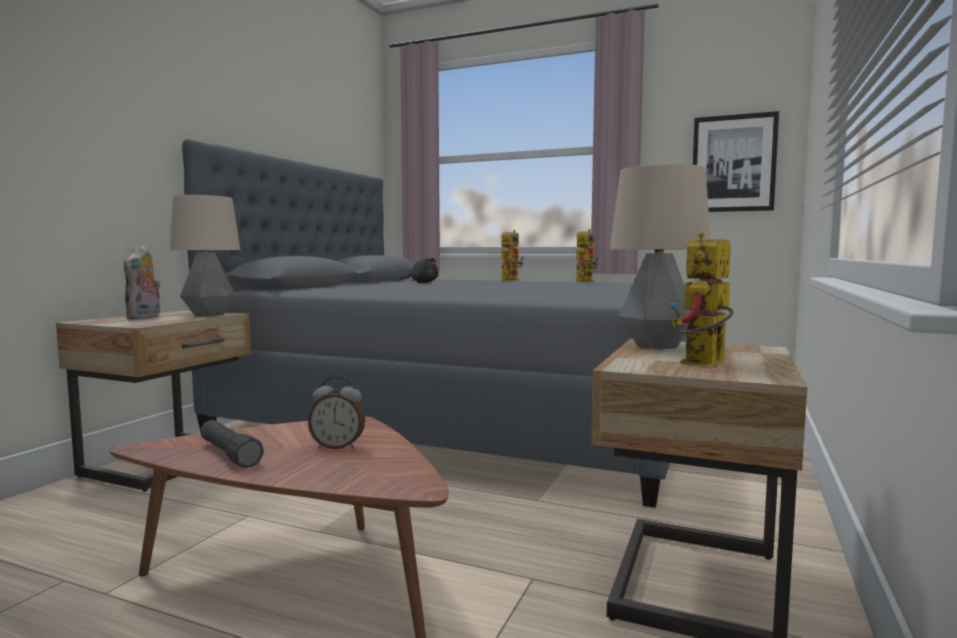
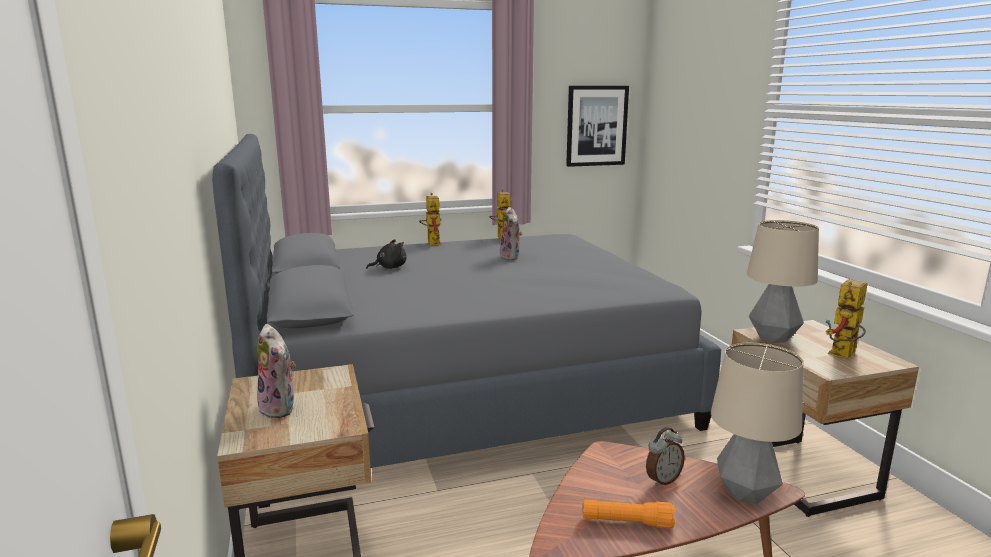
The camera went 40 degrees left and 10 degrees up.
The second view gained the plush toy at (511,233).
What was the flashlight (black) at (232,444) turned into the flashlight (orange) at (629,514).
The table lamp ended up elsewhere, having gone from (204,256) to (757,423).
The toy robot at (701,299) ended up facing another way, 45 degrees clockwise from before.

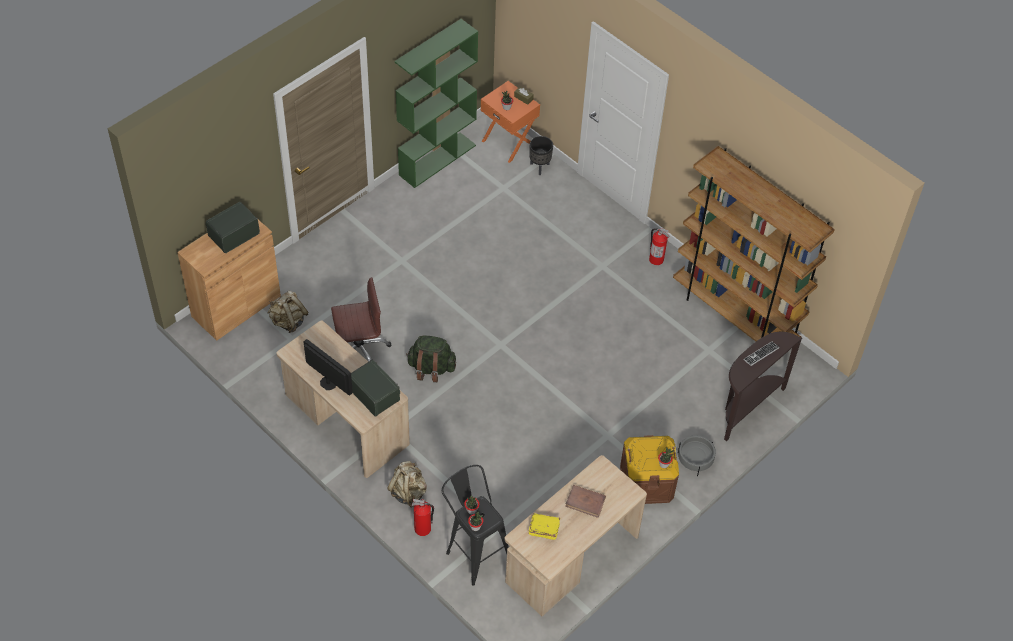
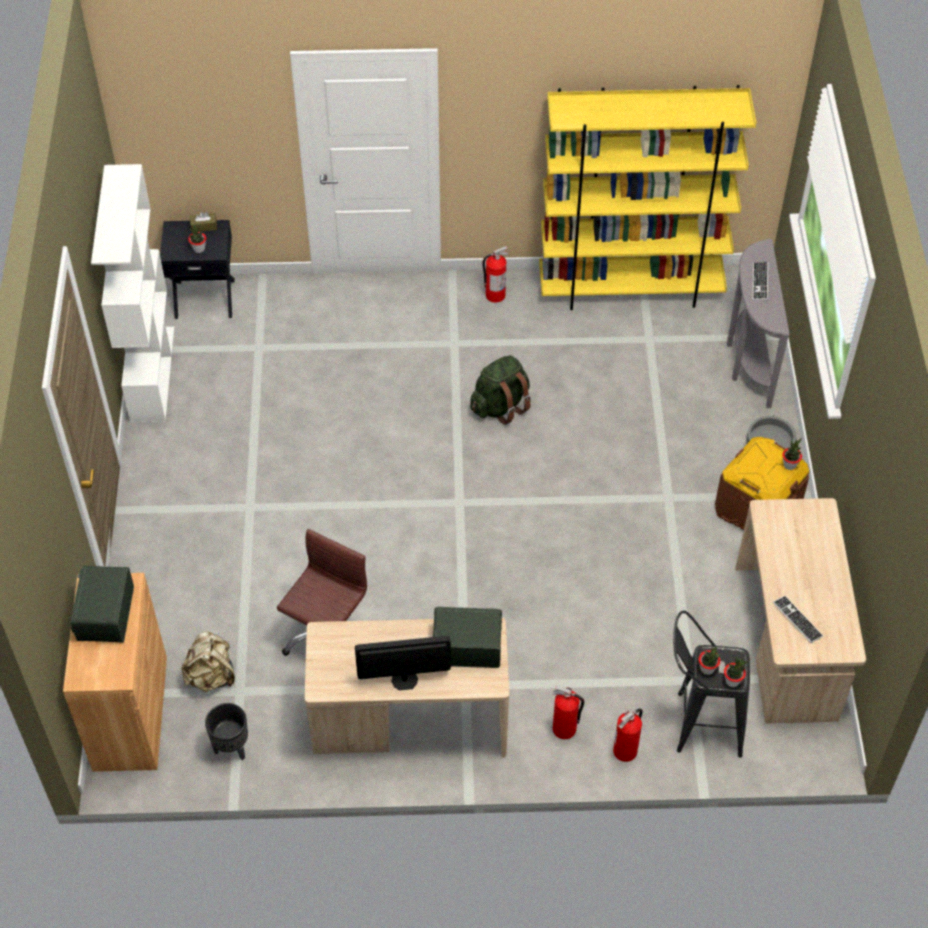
The camera went 45 degrees left and 0 degrees up.
What was the bookcase (green) at (436,103) turned into the bookcase (white) at (132,293).
What was the nightstand (orange) at (510,122) turned into the nightstand (black) at (197,269).
The planter (black) ended up elsewhere, having gone from (541,155) to (226,731).
The backpack (green) ended up elsewhere, having gone from (431,359) to (500,390).
What was the bookcase (brown) at (754,243) turned into the bookcase (yellow) at (647,197).
Where the backpack (beige) stood at (407,484), the fire extinguisher came to stand at (568,712).
What was the console table (brown) at (763,386) turned into the console table (grey) at (758,323).
Where the book (yellow) stood at (544,526), the keyboard came to stand at (798,619).
The second view lost the book (brown) at (585,501).

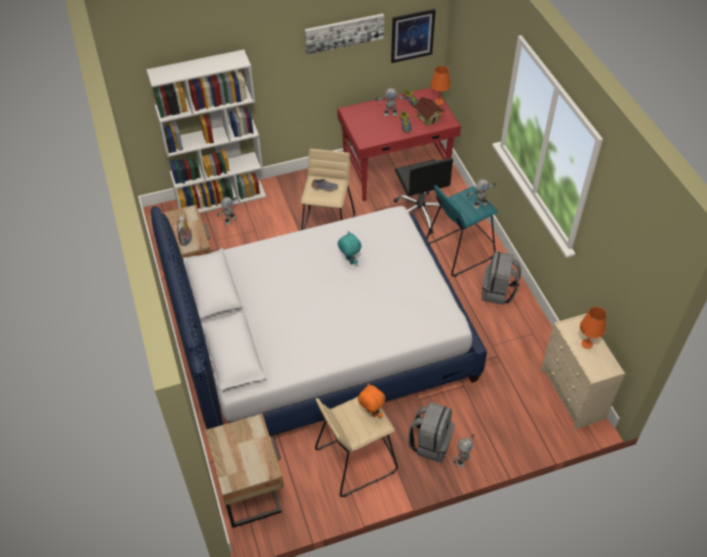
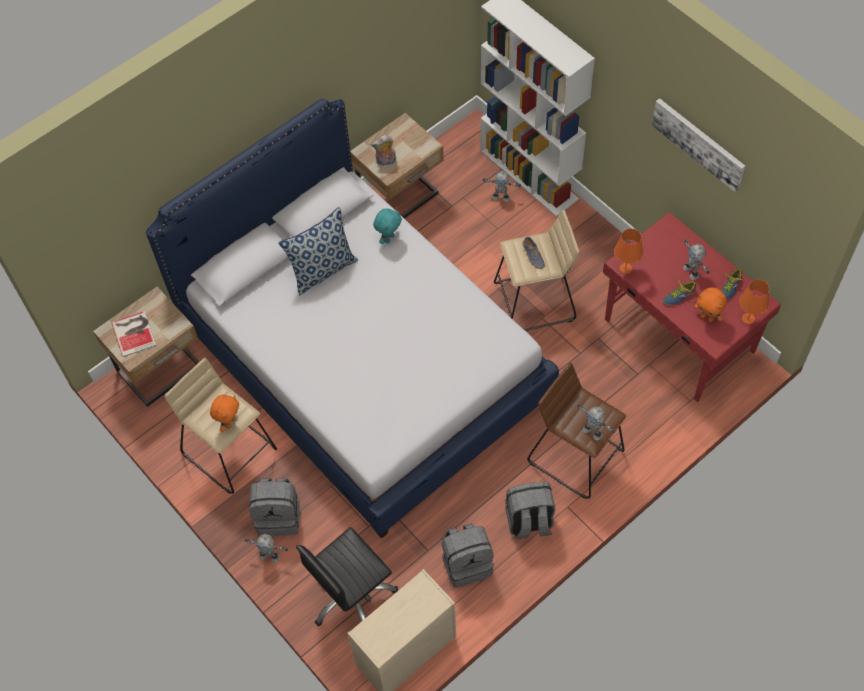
The camera went 70 degrees right and 10 degrees up.
The second view gained the book at (134,334).
The second view gained the pillow at (318,251).
The office chair (black) ended up elsewhere, having gone from (423,196) to (347,576).
The plush toy (turquoise) ended up elsewhere, having gone from (349,247) to (387,226).
The second view gained the backpack (grey) at (468,555).
What was the stool (turquoise) at (462,231) turned into the stool (brown) at (576,430).
The table lamp (orange) ended up elsewhere, having gone from (593,328) to (628,251).
Where the toy house stood at (429,111), the plush toy (orange) came to stand at (710,304).
The second view lost the picture at (413,36).

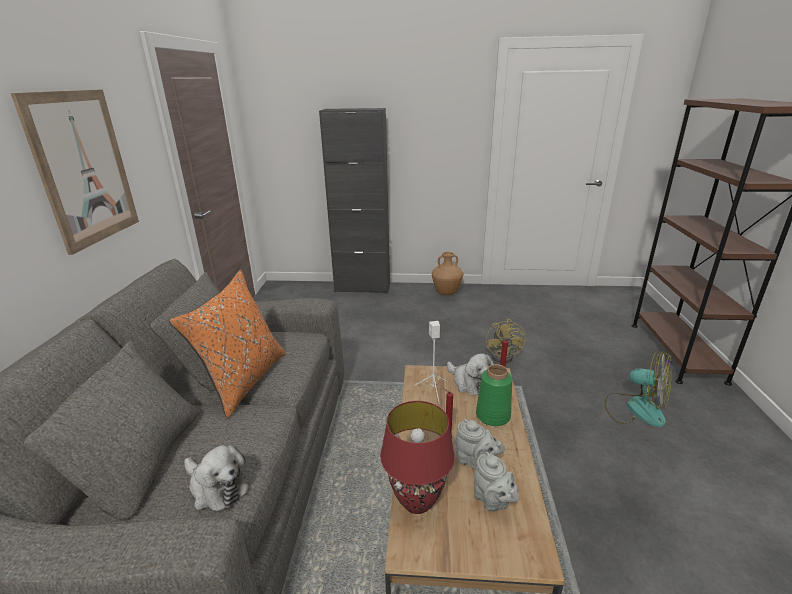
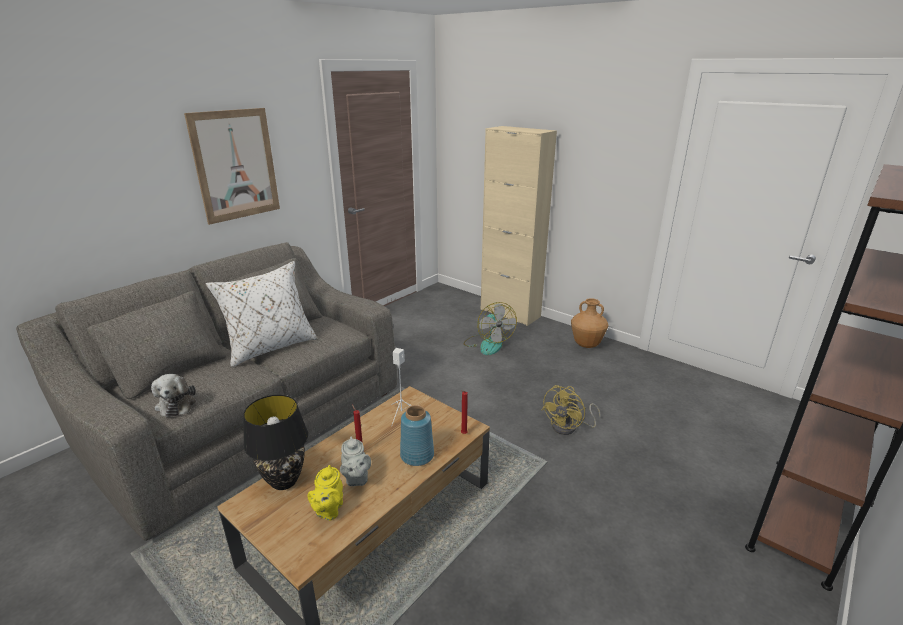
The camera went 35 degrees right and 0 degrees up.
What was the pillow (orange) at (227,344) turned into the pillow (white) at (261,314).
What was the table lamp (red) at (417,457) turned into the table lamp (black) at (276,442).
What was the teapot (grey) at (497,482) turned into the teapot (yellow) at (325,493).
What was the vase (green) at (494,395) turned into the vase (blue) at (417,435).
The fan ended up elsewhere, having gone from (638,389) to (490,328).
What was the cabinet (black) at (354,200) turned into the cabinet (beige) at (519,226).
The second view lost the plush toy at (470,374).

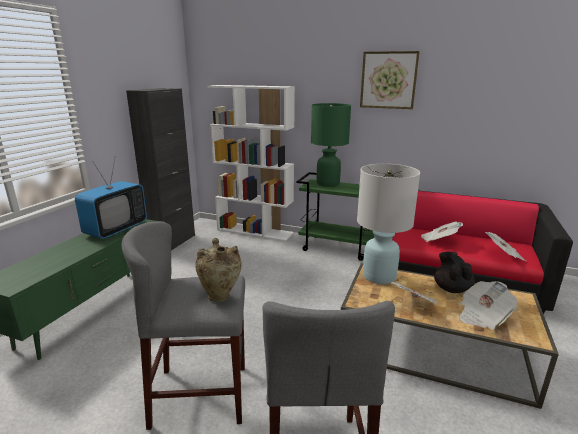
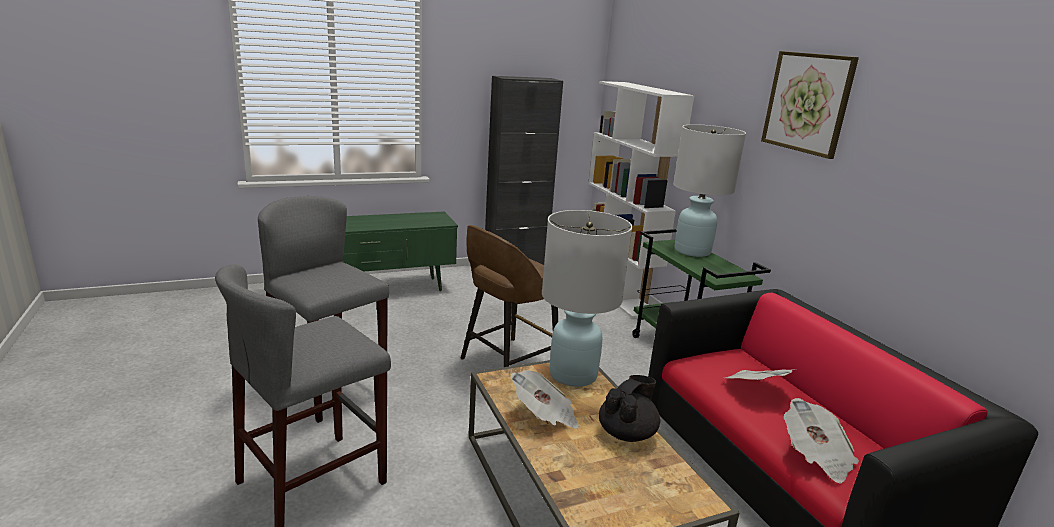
The camera went 45 degrees right and 0 degrees up.
The second view gained the stool (brown) at (509,296).
What was the table lamp (green) at (331,145) turned into the table lamp (white) at (709,190).
The second view lost the television at (111,197).
The second view lost the vase (beige) at (218,270).
The second view lost the newspaper at (488,305).

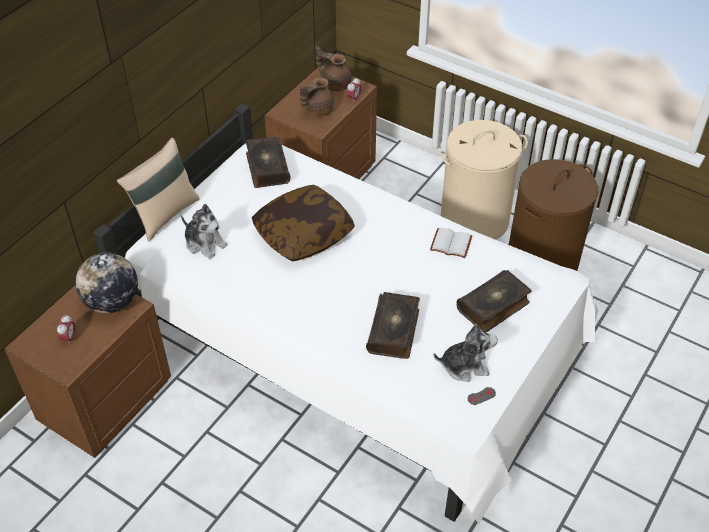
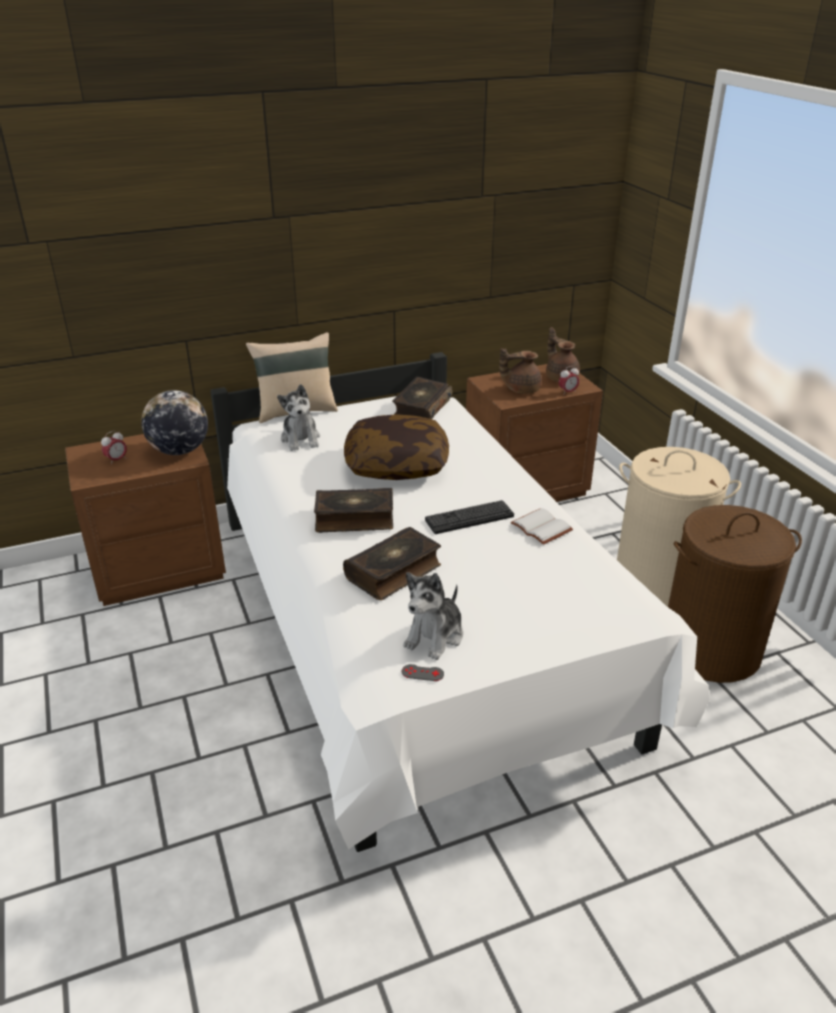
The camera went 35 degrees right and 15 degrees down.
The book ended up elsewhere, having gone from (494,301) to (353,510).
The plush toy at (465,352) ended up facing another way, 90 degrees clockwise from before.
The second view gained the keyboard at (469,517).

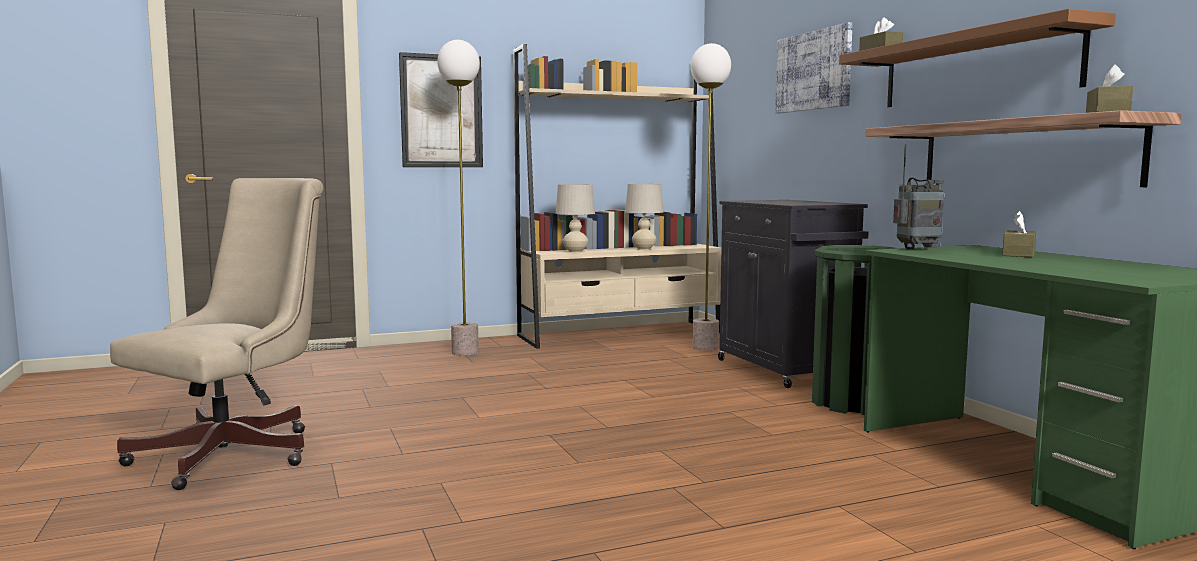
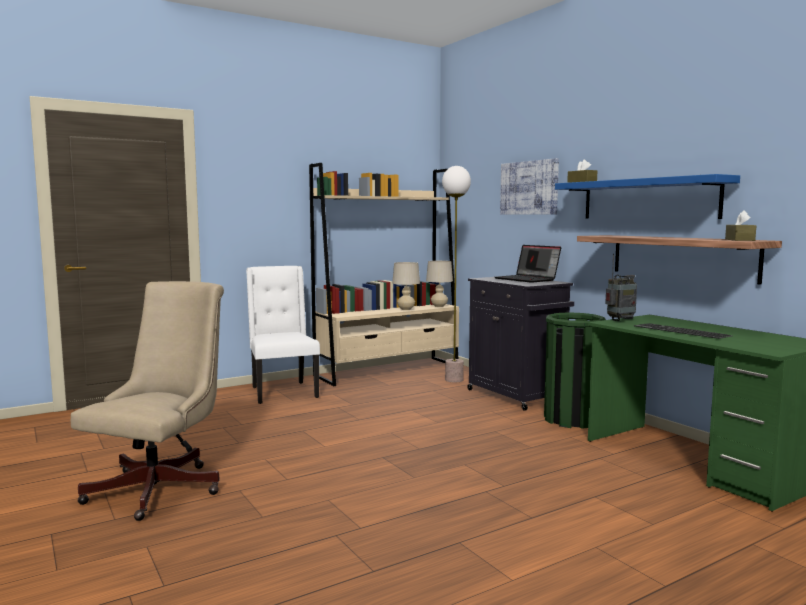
The camera went 10 degrees left and 0 degrees up.
Where the floor lamp stood at (458,198), the chair (white) came to stand at (283,335).
The table lamp (beige) ended up elsewhere, having gone from (575,218) to (439,284).
The second view gained the laptop at (528,264).
What was the shelf (brown) at (977,57) turned into the shelf (blue) at (647,196).
The second view gained the keyboard at (683,331).
The second view lost the picture at (441,109).
The second view lost the tissue box (brown) at (1019,234).

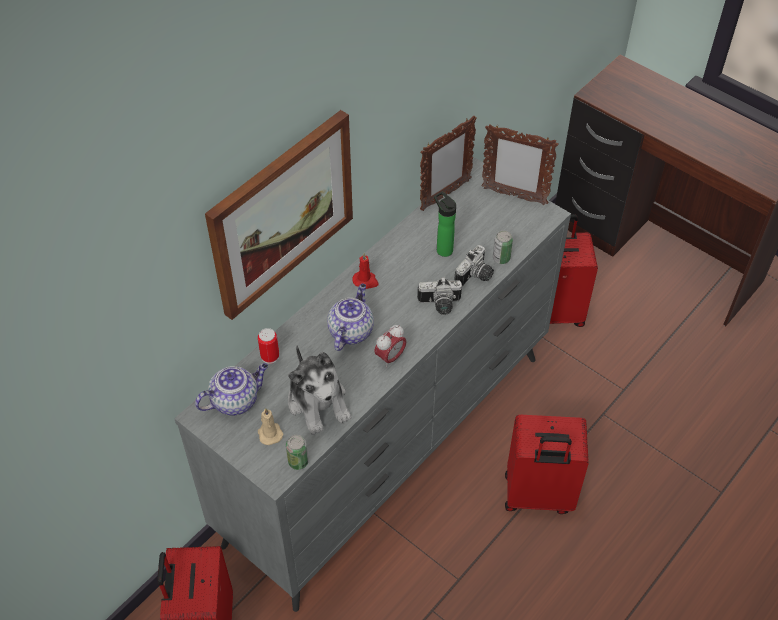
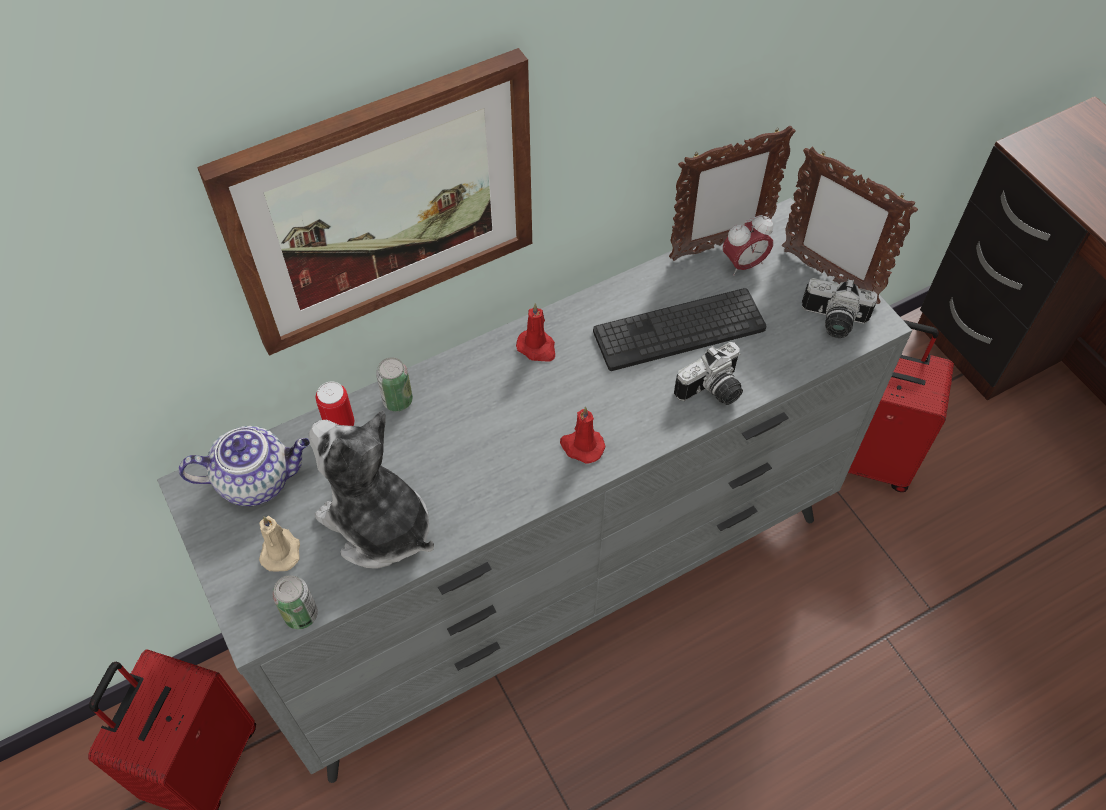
The camera went 20 degrees right and 5 degrees up.
The plush toy at (319,390) ended up facing another way, 135 degrees clockwise from before.
The can ended up elsewhere, having gone from (503,247) to (394,384).
The second view gained the candle (red) at (582,435).
Where the bottle stood at (445,224), the keyboard came to stand at (679,329).
The alarm clock ended up elsewhere, having gone from (390,346) to (748,245).
The photo camera ended up elsewhere, having gone from (439,296) to (839,308).
The second view lost the teapot at (350,317).
The second view lost the suitcase (red) at (547,464).

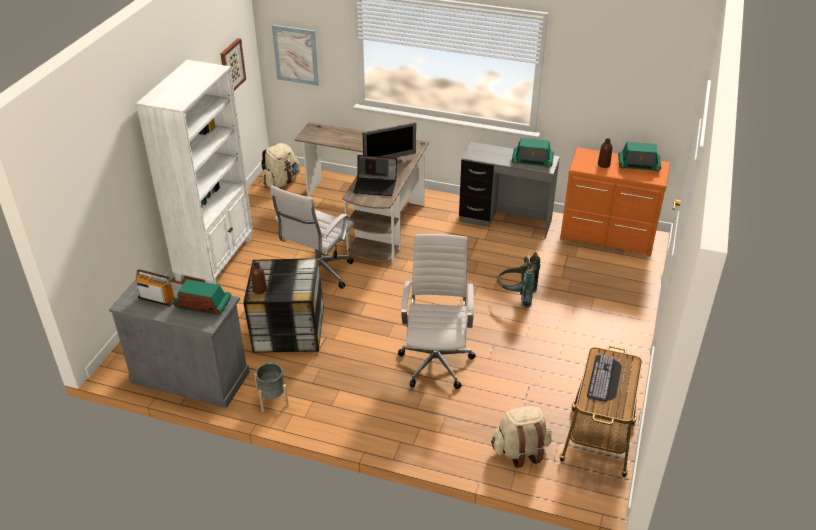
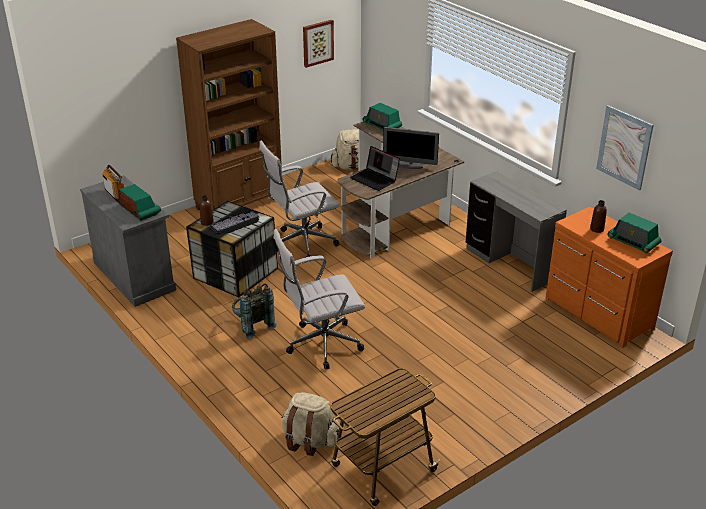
The camera went 35 degrees right and 5 degrees down.
What was the bookcase (white) at (194,172) turned into the bookcase (brown) at (229,114).
The keyboard ended up elsewhere, having gone from (604,378) to (235,222).
The backpack (grey) ended up elsewhere, having gone from (518,280) to (254,311).
The office chair (white) at (437,311) ended up facing another way, 150 degrees counterclockwise from before.
The radio ended up elsewhere, having gone from (533,153) to (382,116).
The picture ended up elsewhere, having gone from (295,55) to (625,147).
The second view lost the planter (grey) at (271,387).

